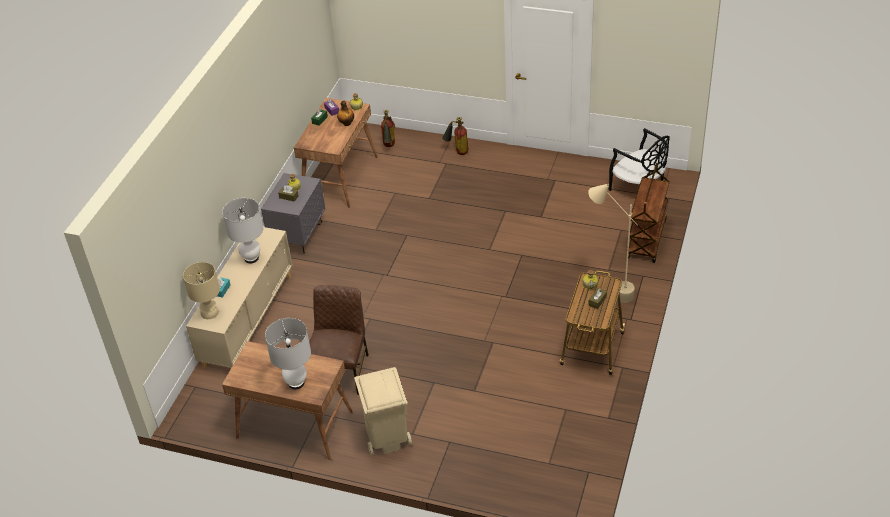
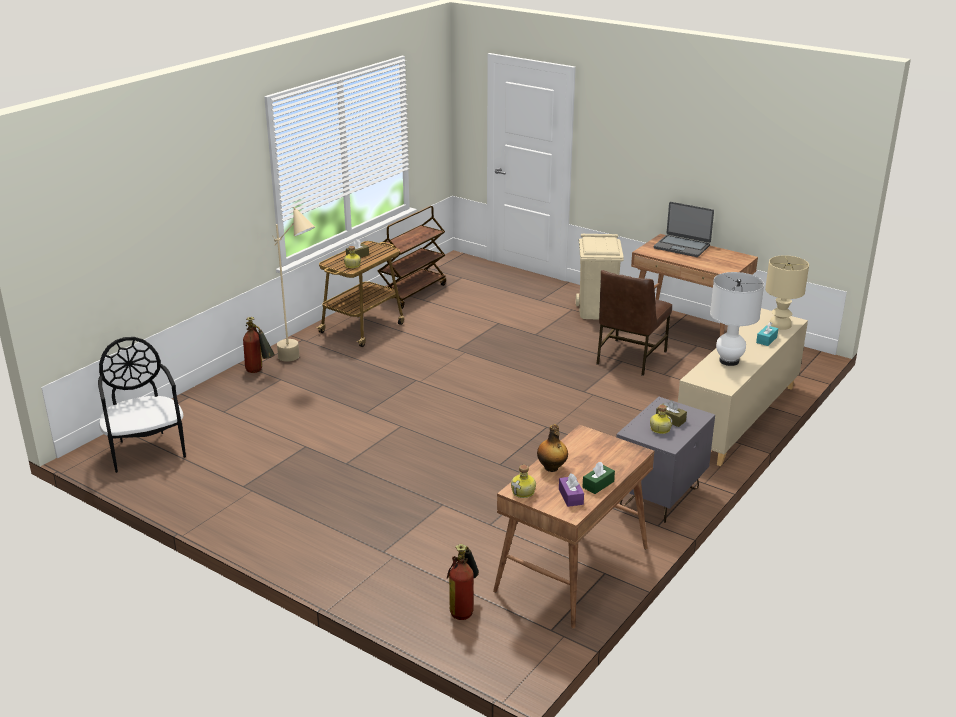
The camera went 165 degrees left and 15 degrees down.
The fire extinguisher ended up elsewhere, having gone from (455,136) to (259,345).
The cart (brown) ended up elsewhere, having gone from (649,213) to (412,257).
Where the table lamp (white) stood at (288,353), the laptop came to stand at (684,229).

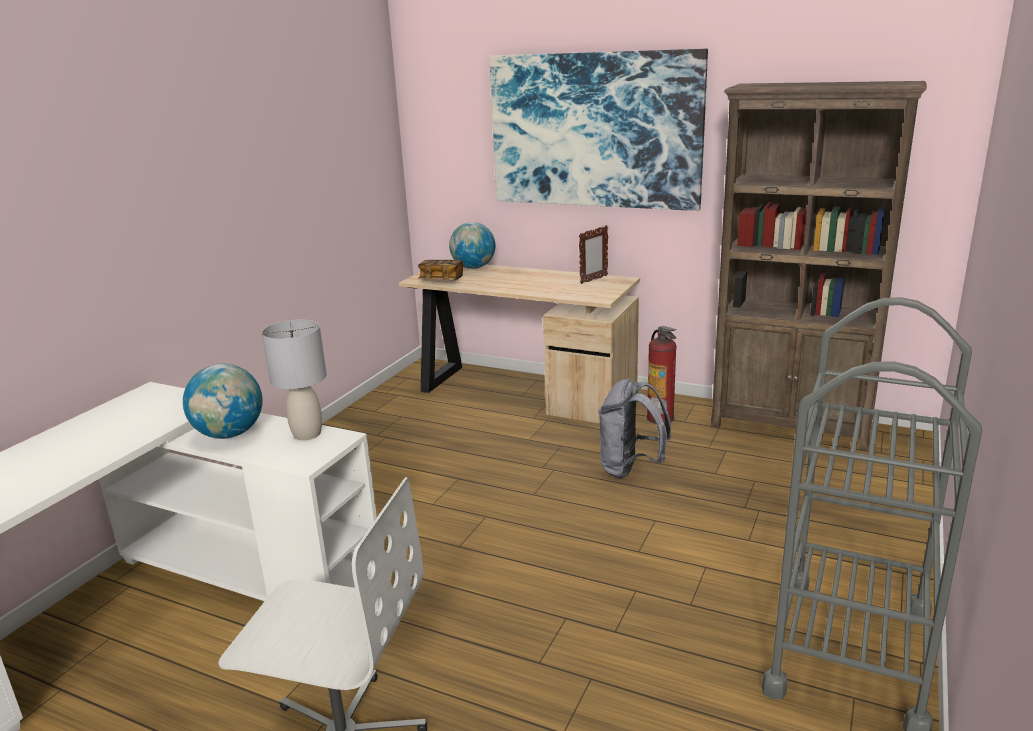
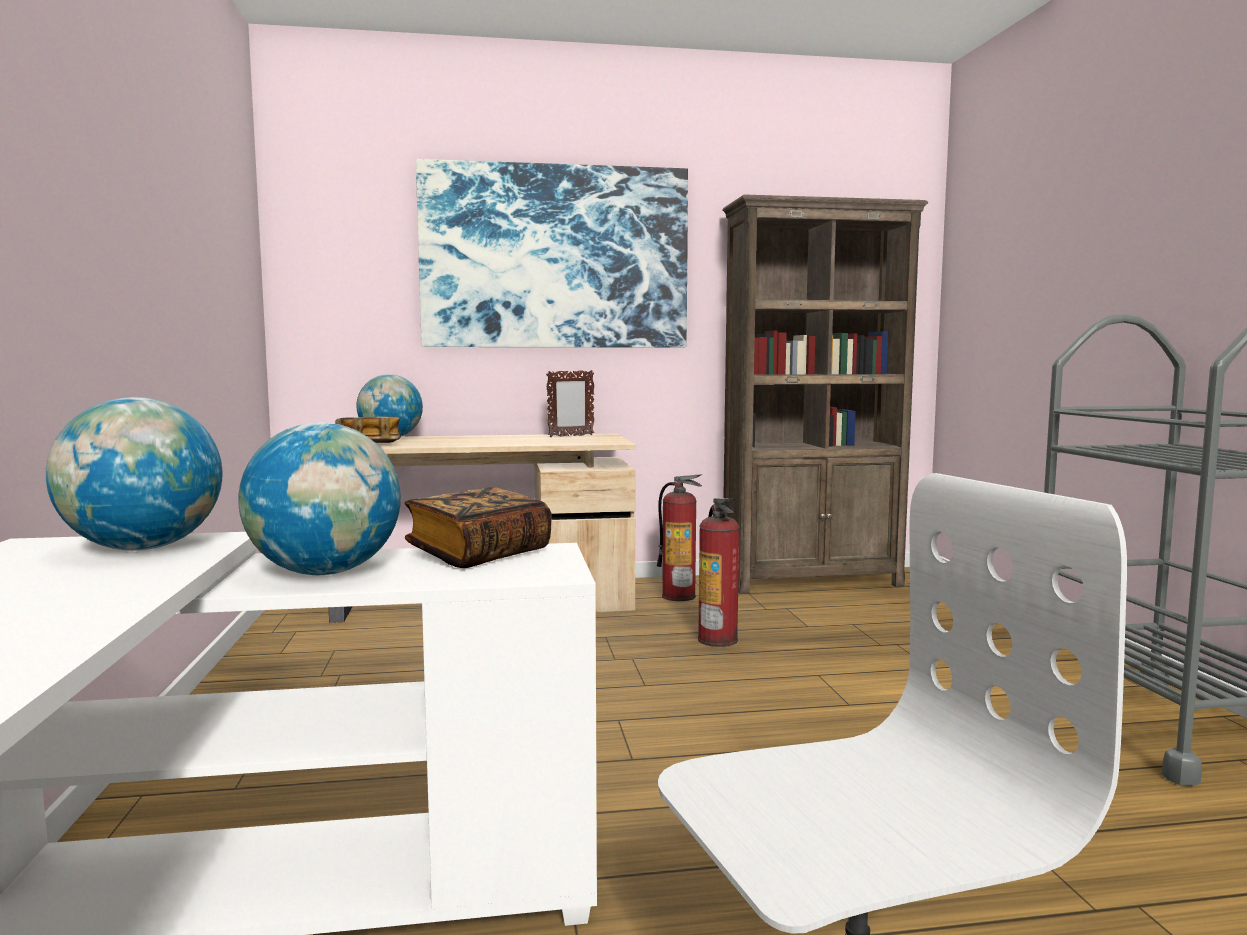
The camera went 35 degrees left and 15 degrees down.
The second view gained the globe at (134,474).
Where the table lamp (grey) stood at (294,380), the book came to stand at (478,527).
The picture frame at (593,254) ended up facing another way, 45 degrees clockwise from before.
Where the backpack (grey) stood at (634,428), the fire extinguisher came to stand at (719,572).

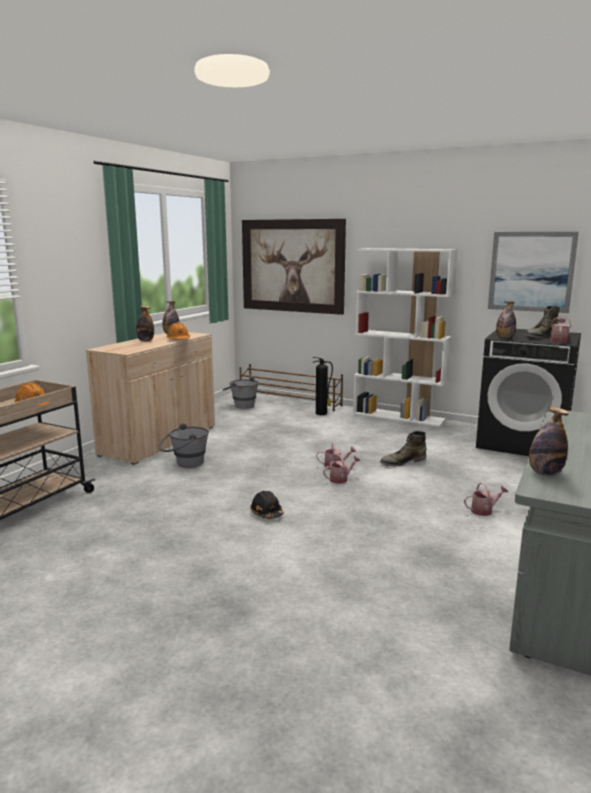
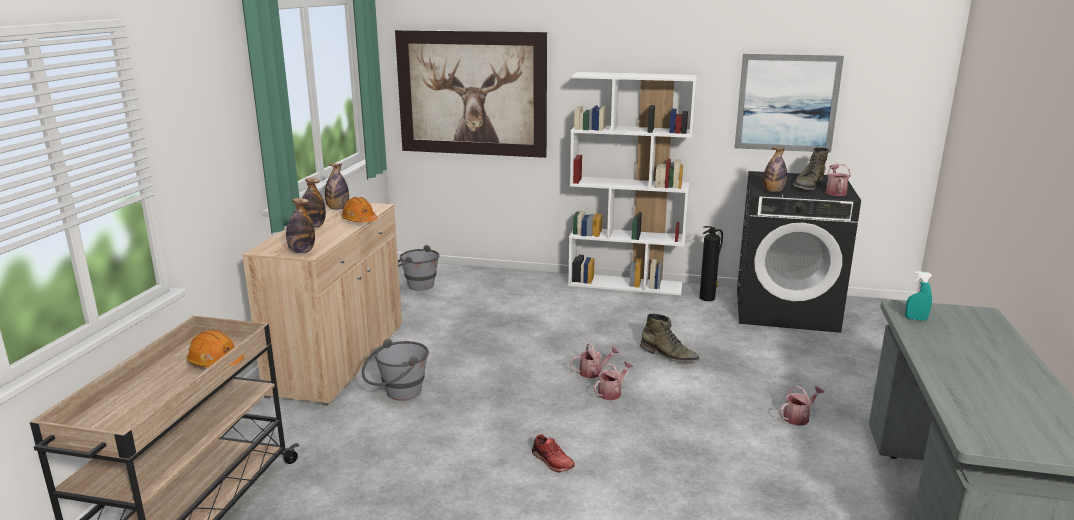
The camera went 15 degrees left and 5 degrees up.
The bottle ended up elsewhere, having gone from (549,441) to (300,225).
Where the hard hat (black) stood at (266,505), the shoe (red) came to stand at (553,453).
The boot (green) at (403,448) ended up facing another way, 105 degrees counterclockwise from before.
The fire extinguisher ended up elsewhere, having gone from (322,386) to (711,263).
The second view gained the spray bottle (turquoise) at (918,296).
The second view lost the shoe rack (brown) at (291,387).

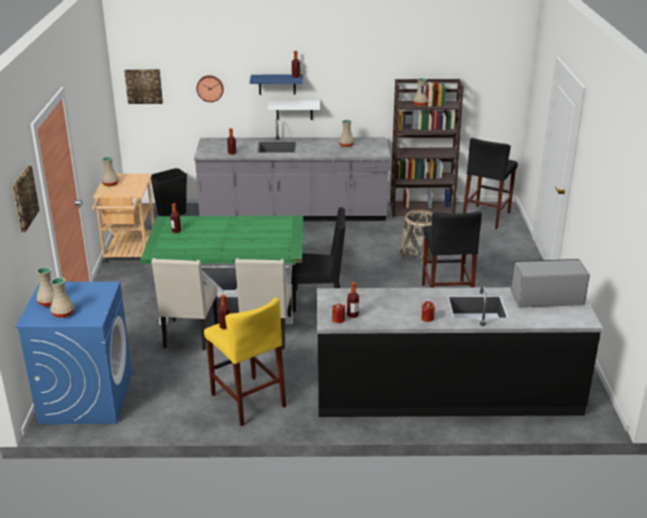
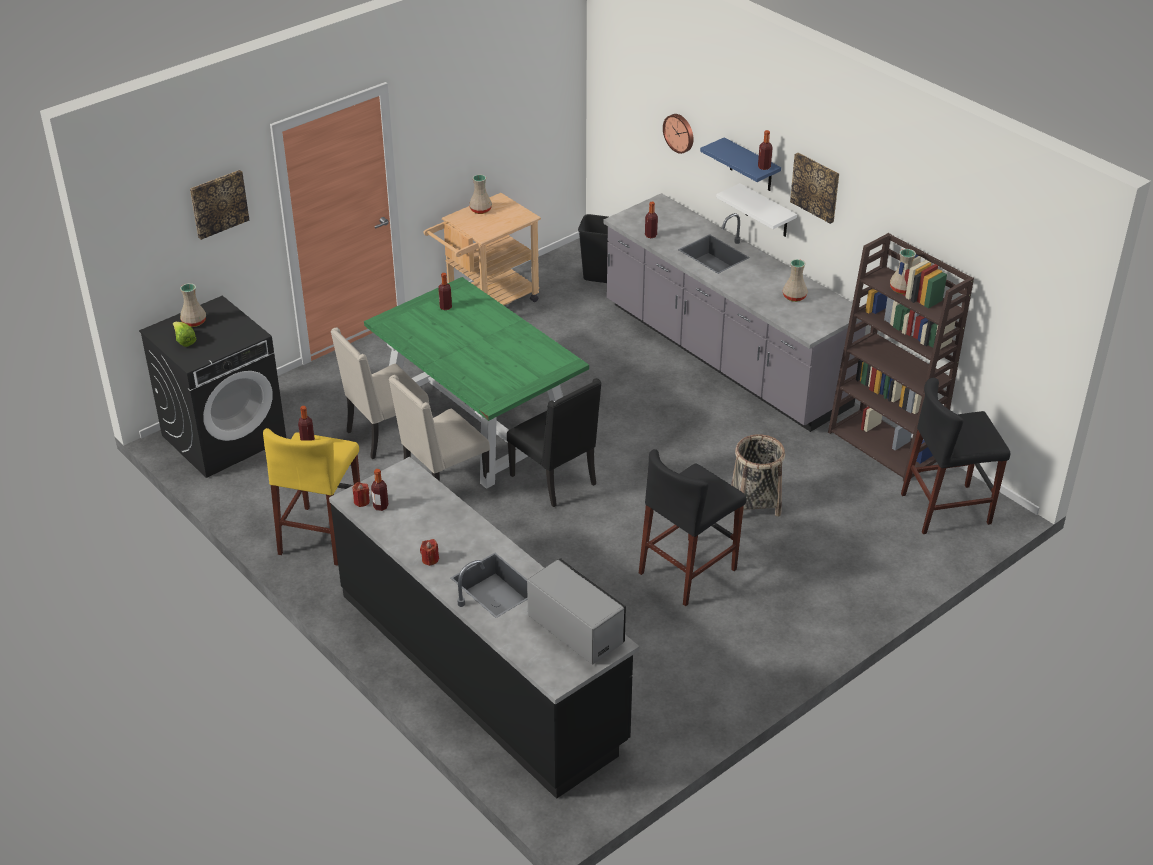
The camera went 50 degrees right and 10 degrees up.
What was the washing machine (blue) at (73,353) turned into the washing machine (black) at (212,386).
Where the vase (beige) stood at (62,297), the lettuce came to stand at (184,334).
The picture ended up elsewhere, having gone from (143,86) to (814,188).

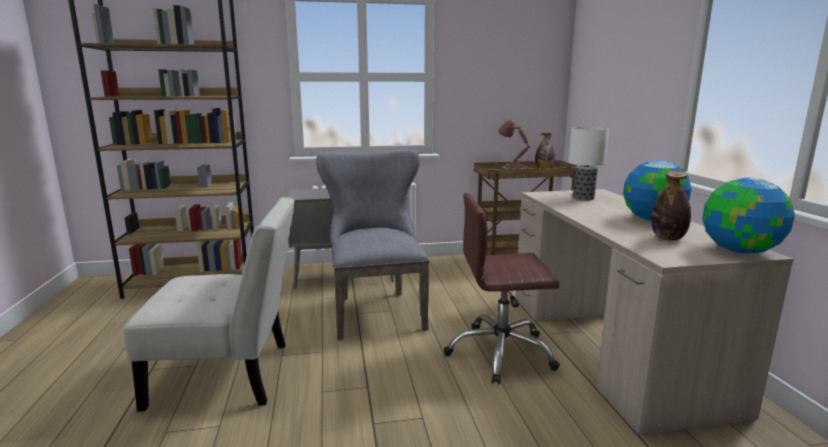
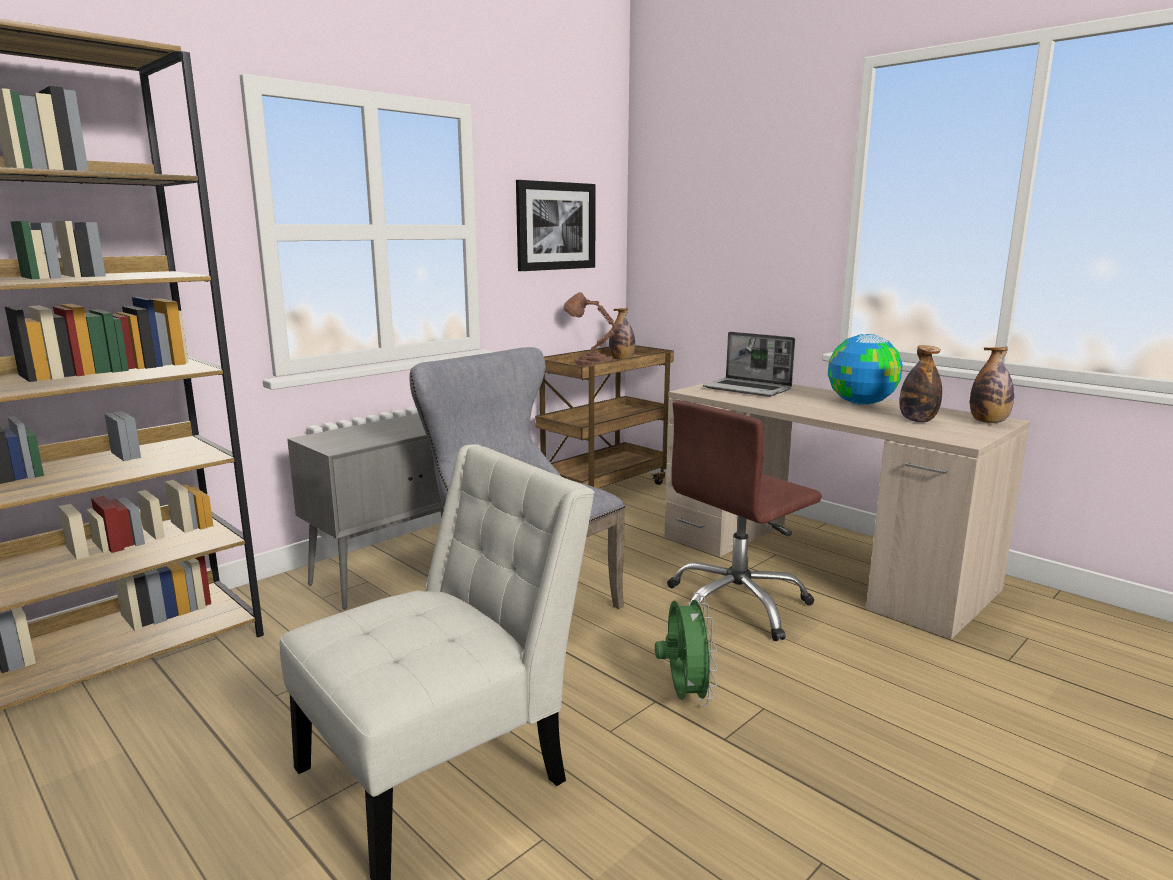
The camera went 35 degrees left and 0 degrees up.
The second view gained the picture at (556,225).
The second view gained the fan (green) at (686,649).
Where the table lamp stood at (589,164), the laptop came to stand at (749,364).
Where the globe stood at (748,216), the bottle came to stand at (992,385).

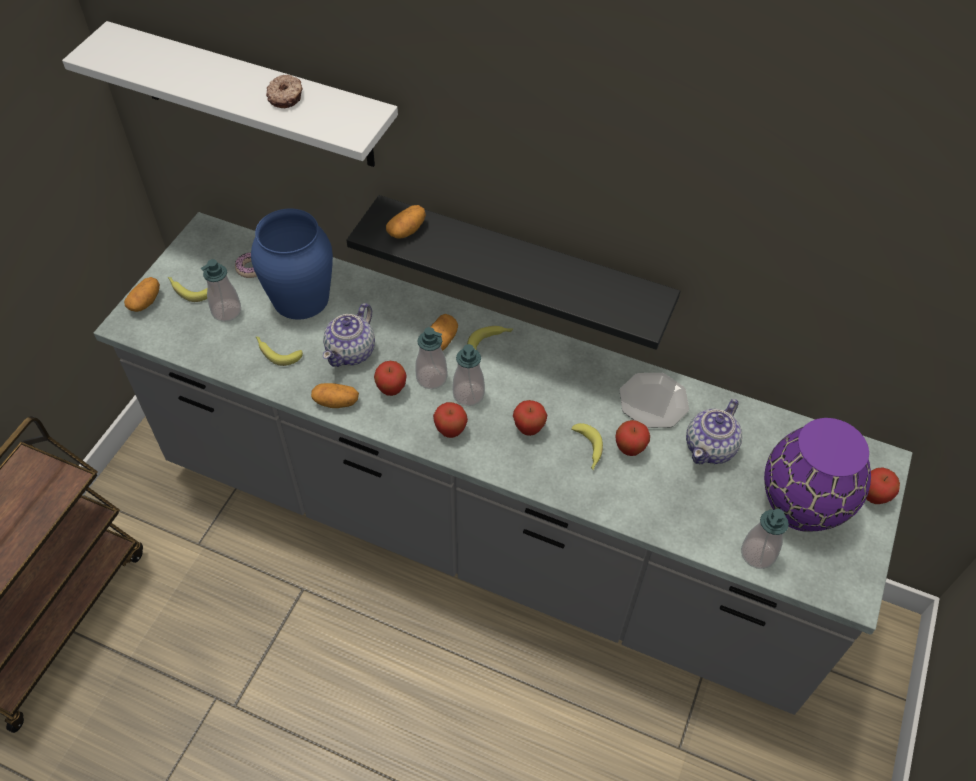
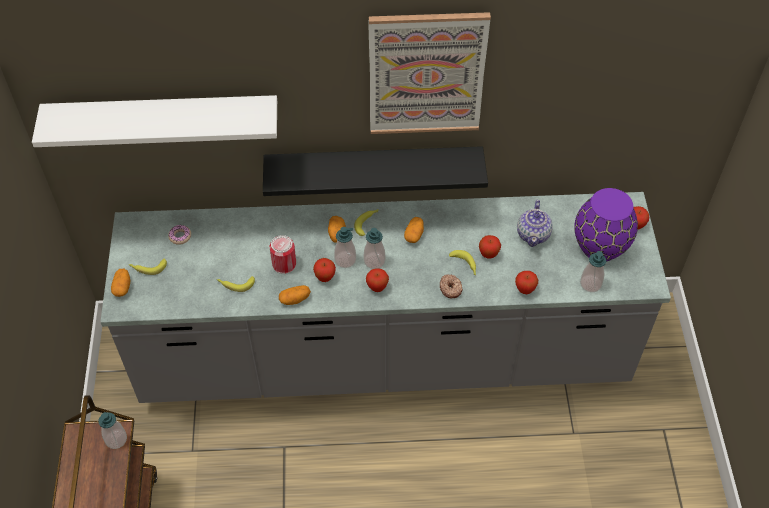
The camera went 25 degrees left and 0 degrees up.
The soap dispenser ended up elsewhere, having gone from (221,290) to (112,430).
Where the teapot stood at (349,335), the can came to stand at (283,254).
The second view gained the picture at (429,73).
The potato ended up elsewhere, having gone from (406,222) to (414,230).
The donut ended up elsewhere, having gone from (284,91) to (451,286).
The apple ended up elsewhere, having gone from (530,418) to (526,282).
The second view lost the vase (blue) at (292,264).
The second view lost the plate at (654,400).

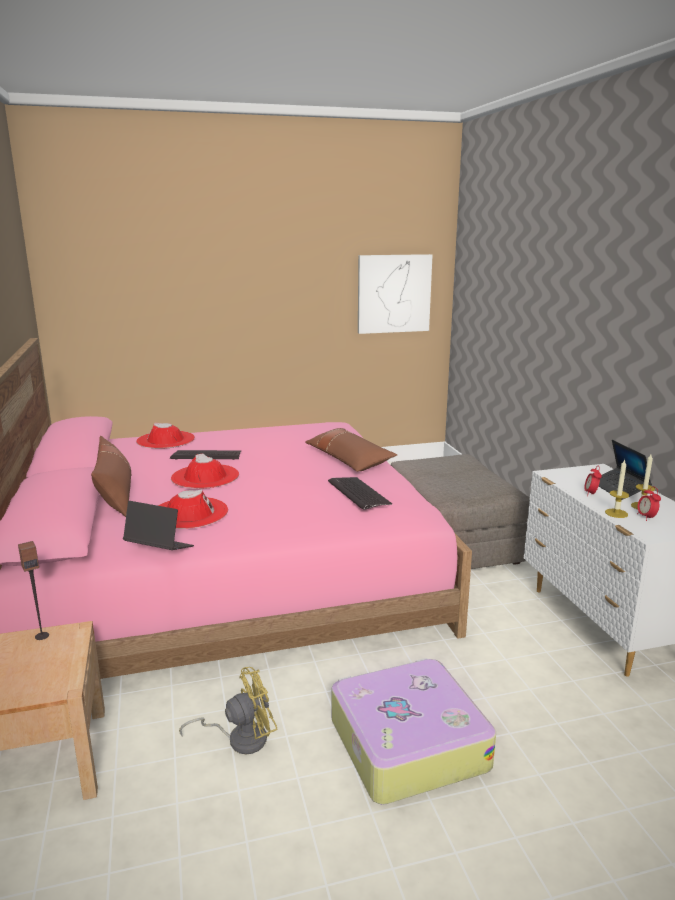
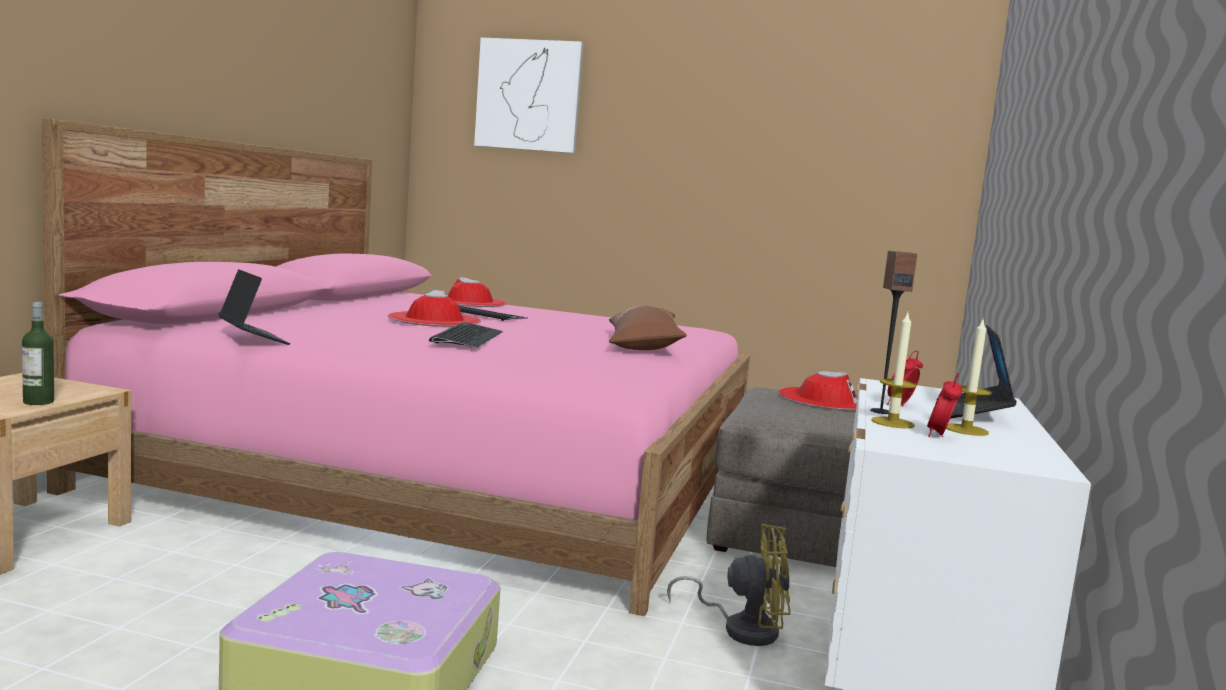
The camera went 30 degrees right and 10 degrees down.
The second view gained the bottle at (38,353).
The keyboard ended up elsewhere, having gone from (360,493) to (465,335).
The picture ended up elsewhere, having gone from (395,294) to (529,95).
The fan (yellow) ended up elsewhere, having gone from (228,710) to (729,584).
The hat (red) ended up elsewhere, having gone from (193,509) to (818,390).
The speaker ended up elsewhere, having gone from (33,590) to (893,332).
The second view lost the pillow (brown) at (111,476).

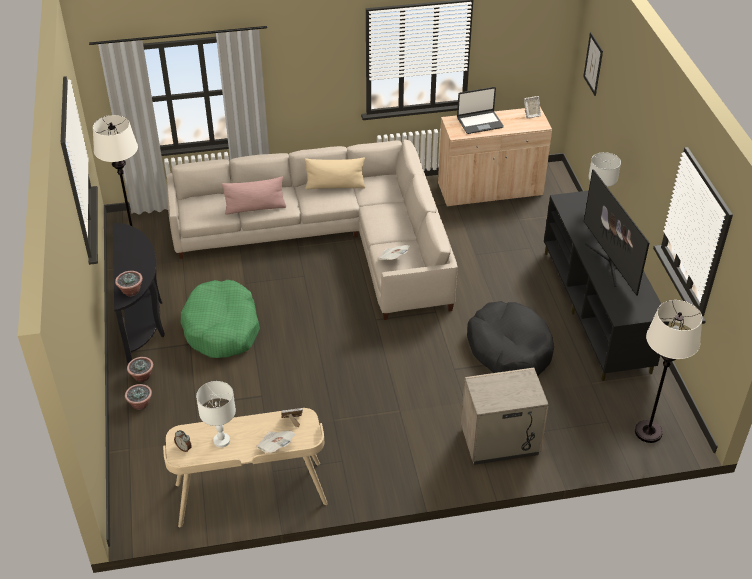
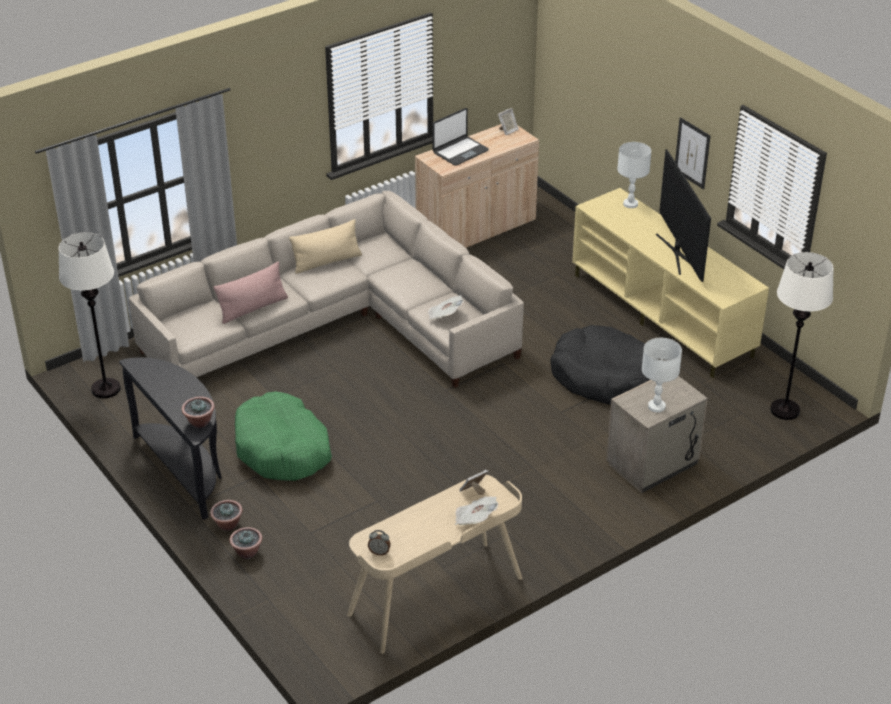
The camera went 25 degrees left and 5 degrees down.
What was the tv stand (black) at (606,286) turned into the tv stand (beige) at (670,283).
The table lamp (white) ended up elsewhere, having gone from (216,414) to (662,375).
The television at (617,232) ended up facing another way, 150 degrees counterclockwise from before.
The picture ended up elsewhere, having gone from (593,64) to (692,153).

